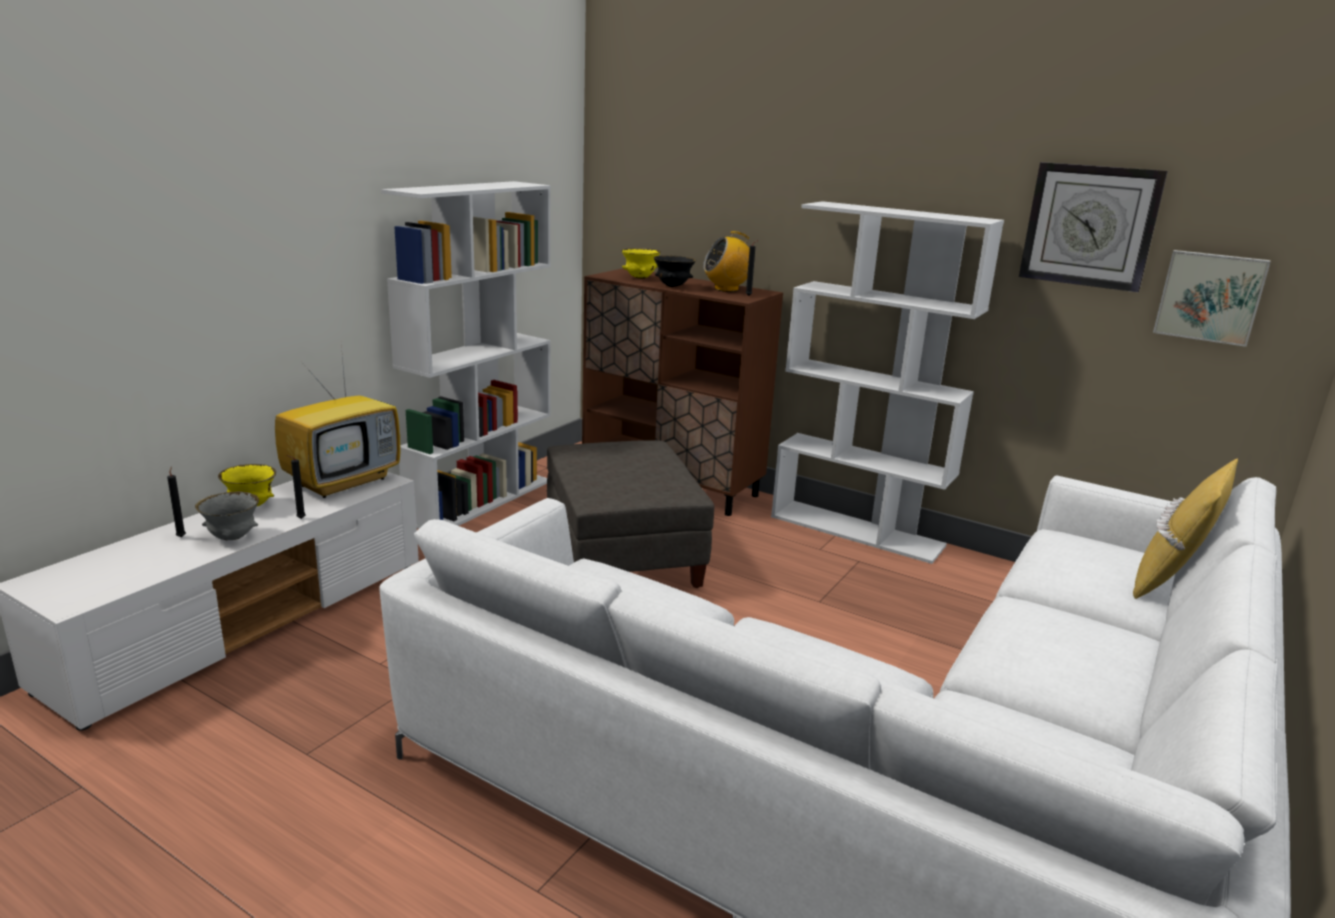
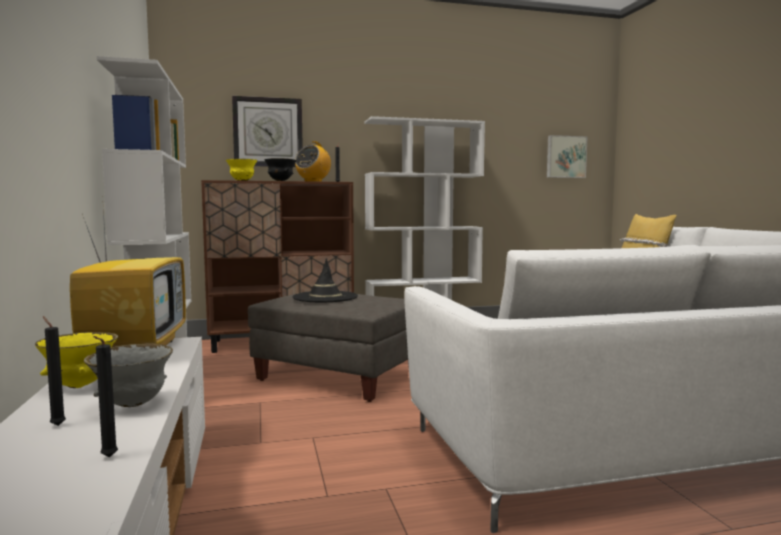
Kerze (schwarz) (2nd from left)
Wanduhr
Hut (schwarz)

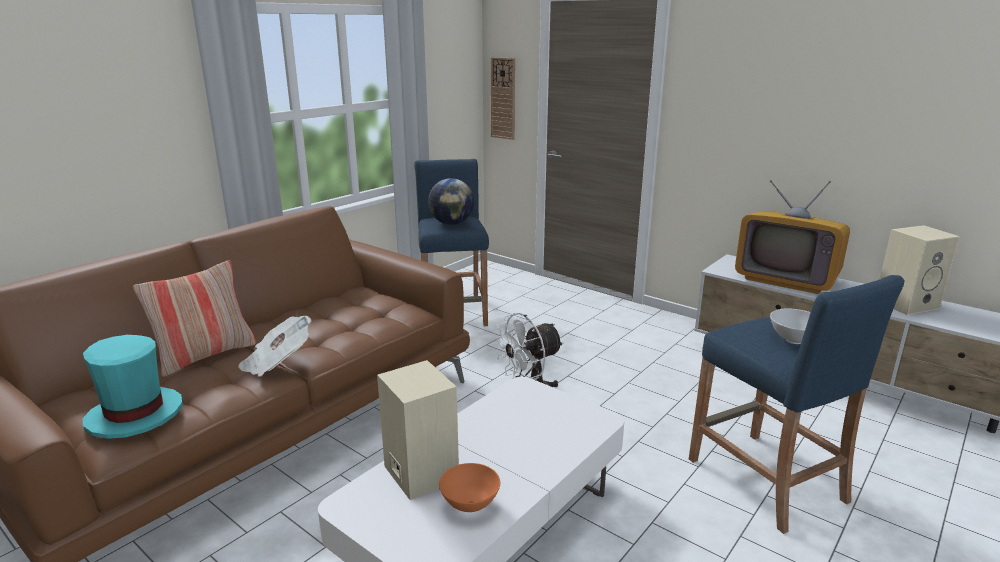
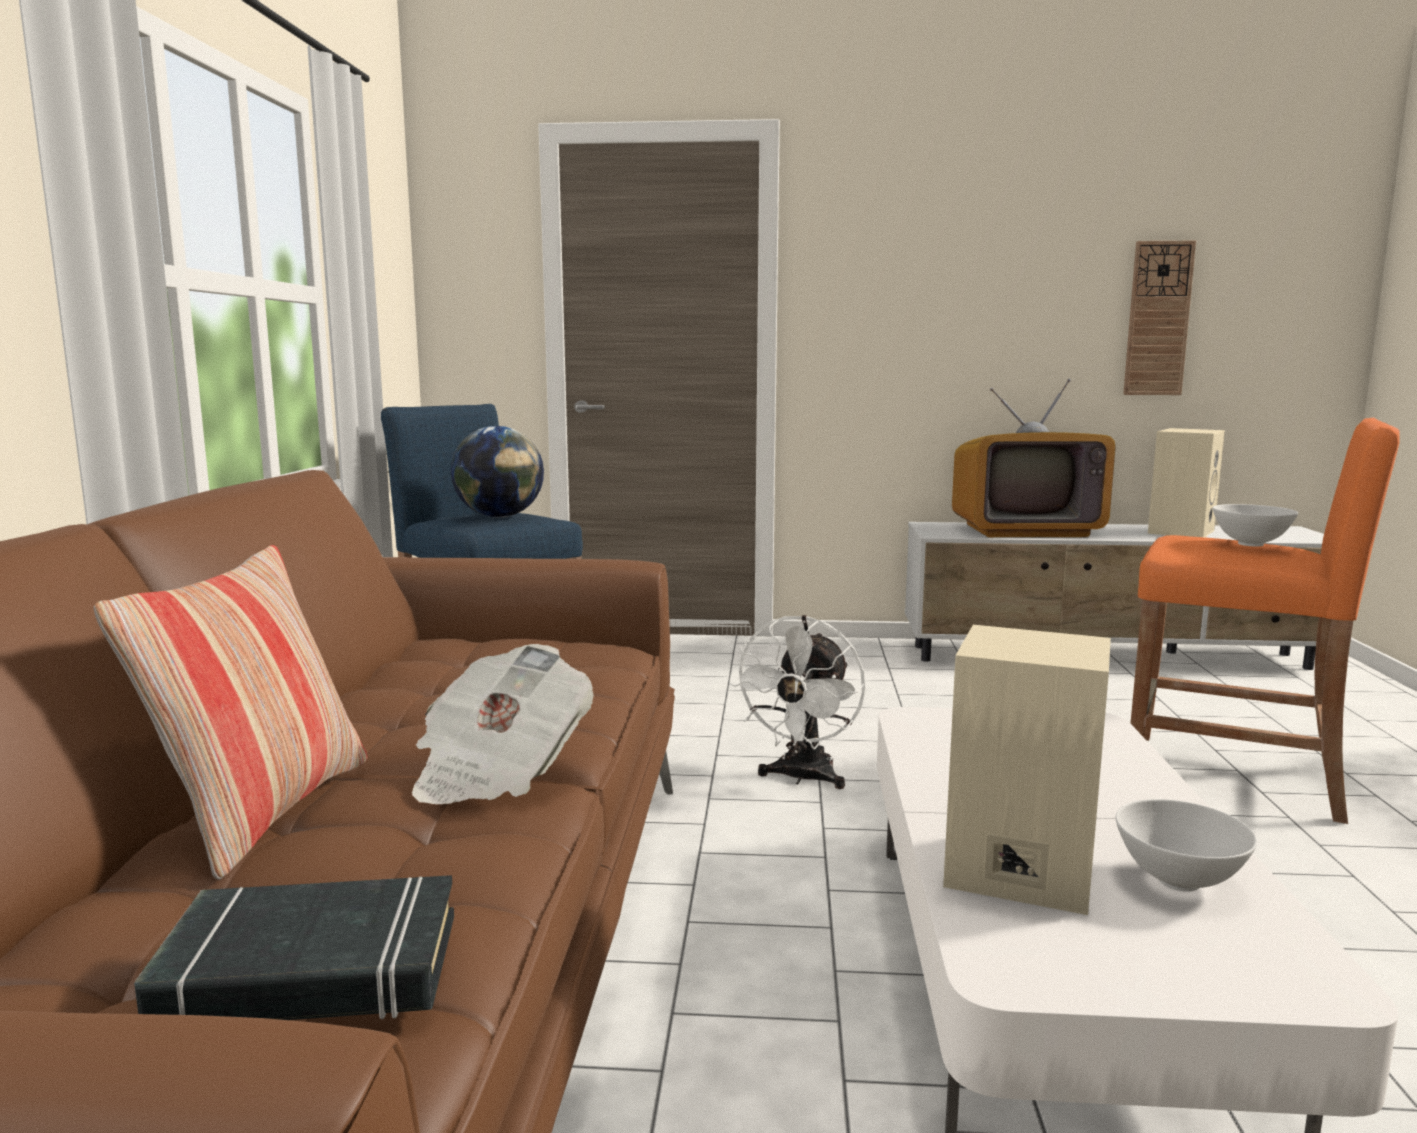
Buch (schwarz)
Schüssel (weiß) (1st from left)
Wanduhr
Hocker (orange)

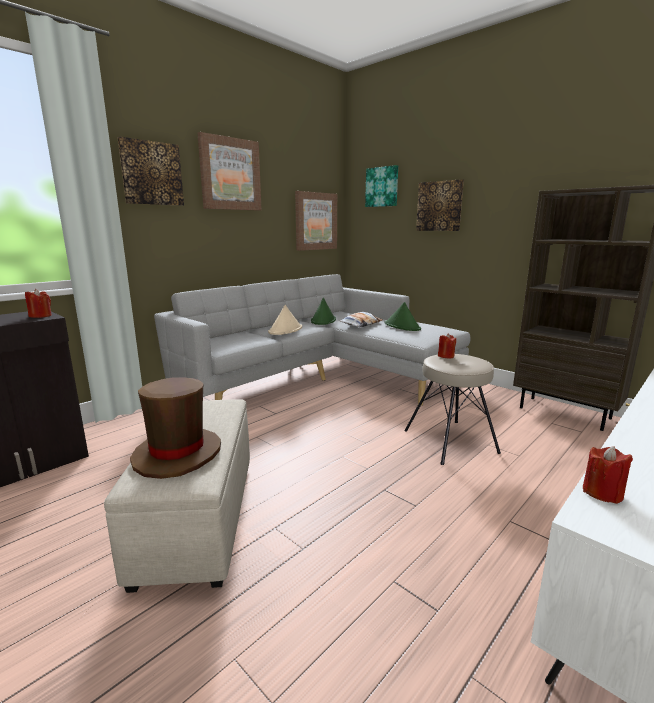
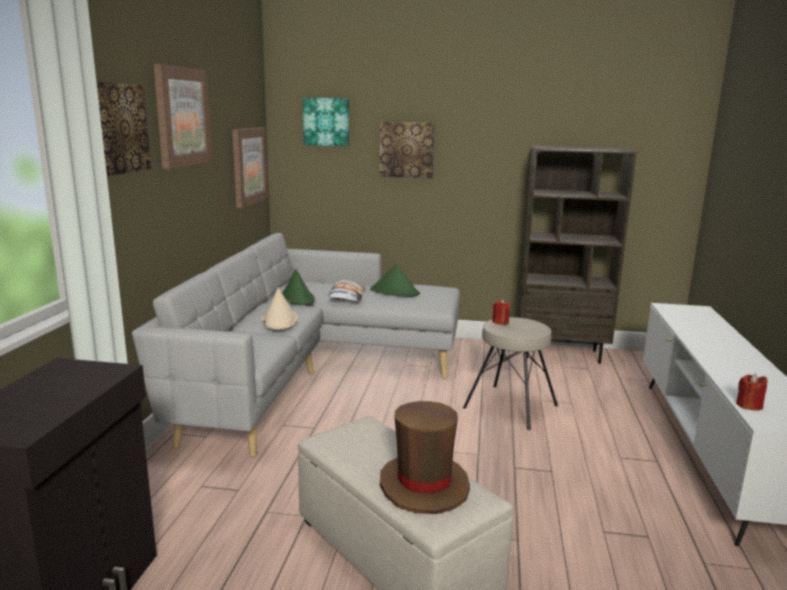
Kerze (rot) (1st from left in the first image)

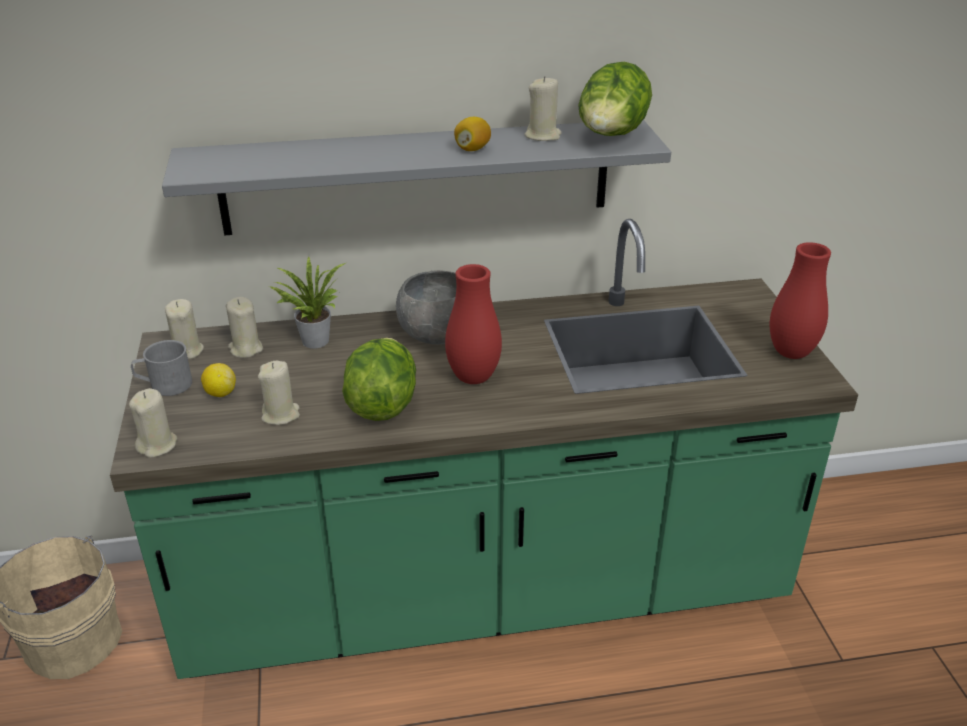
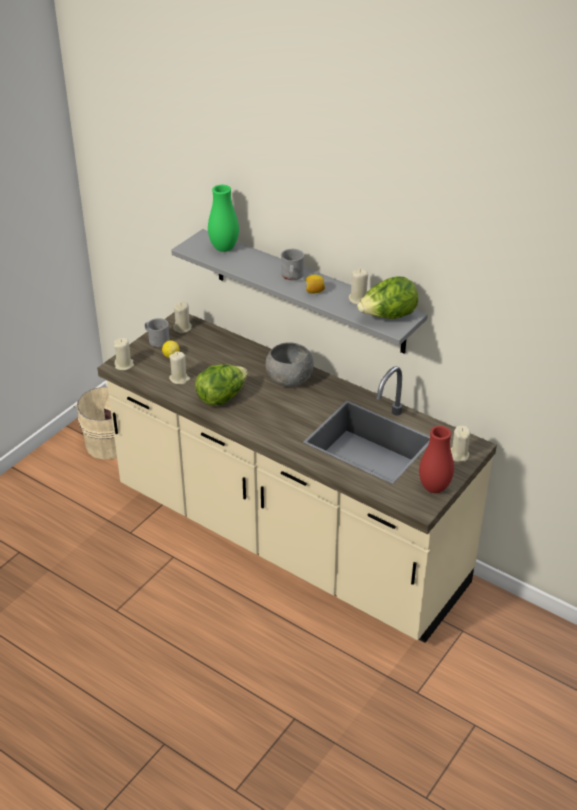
Küchenzeile (beige)
Vase (grün)
Henkelbecher (grau) (2nd from left)
Kerze (beige) (5th from left)
Topfpflanze
Vase (rot) (1st from left in the first image)

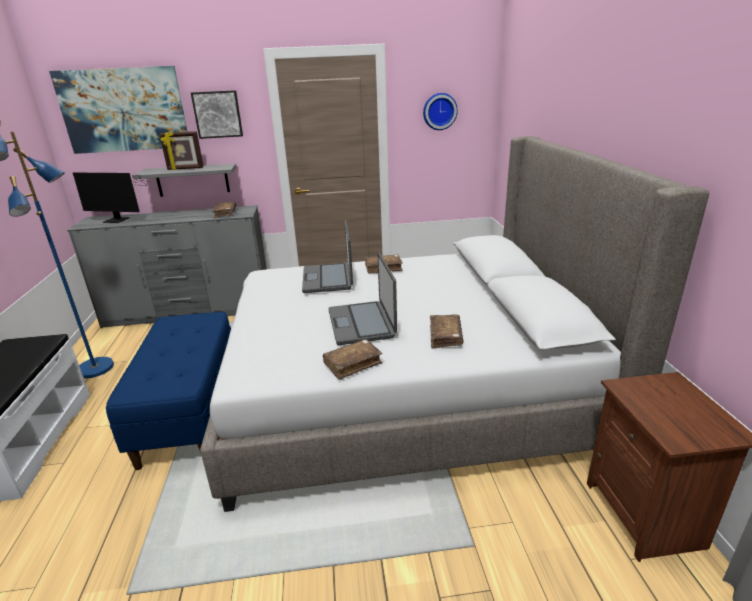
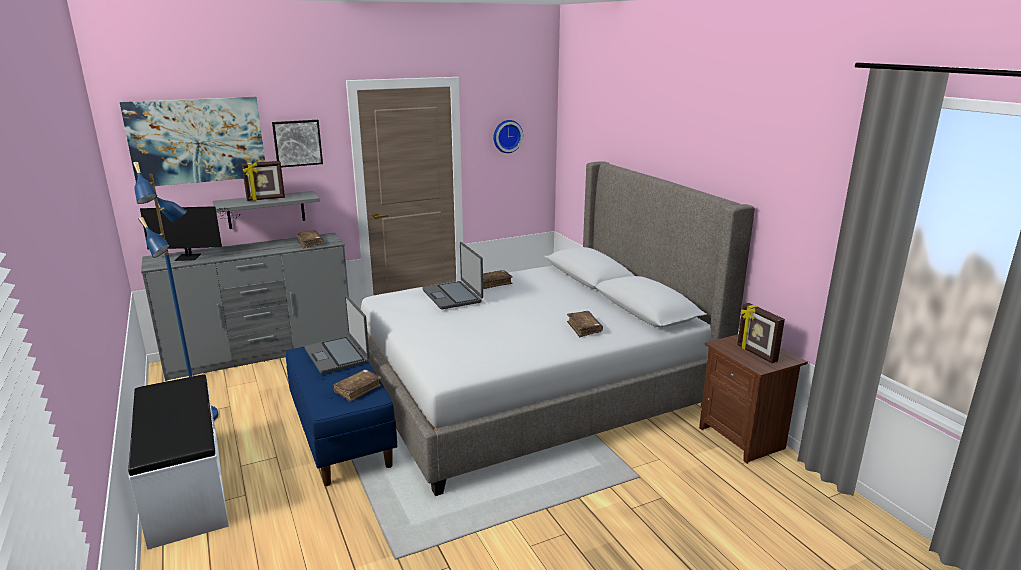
Laptop (1st from left)
Buch (braun) (2nd from left)
Bilderrahmen (2nd from left)

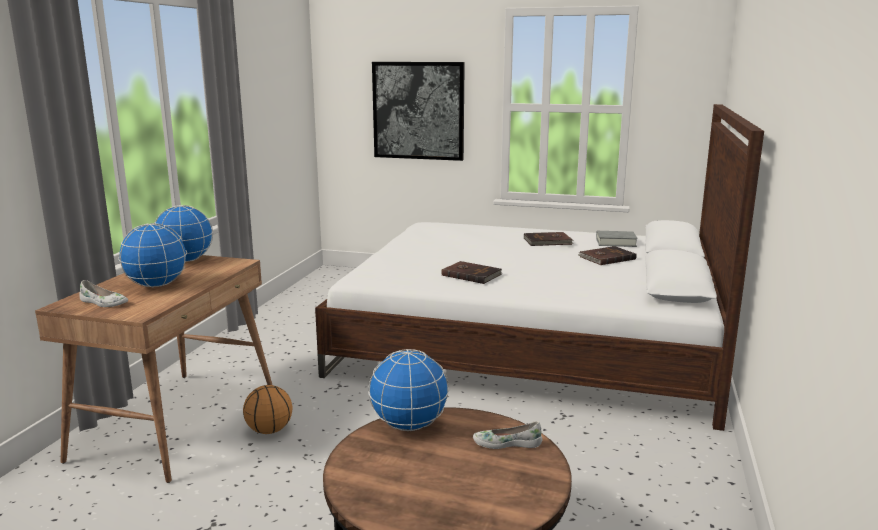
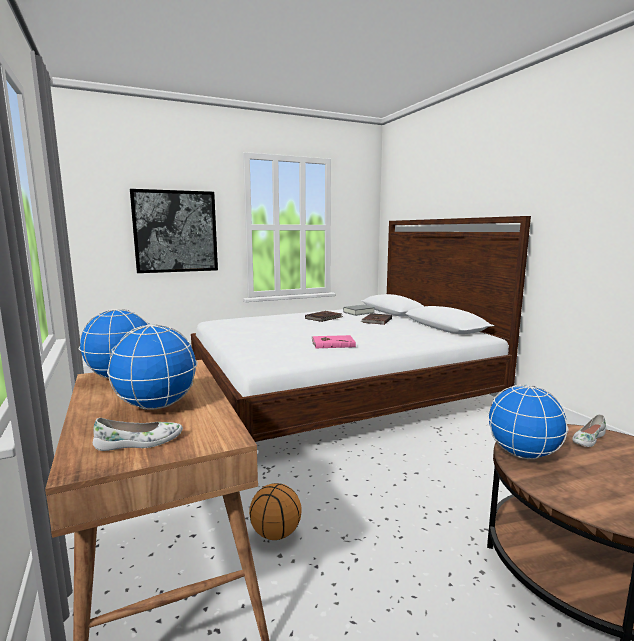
Buch (rosa)

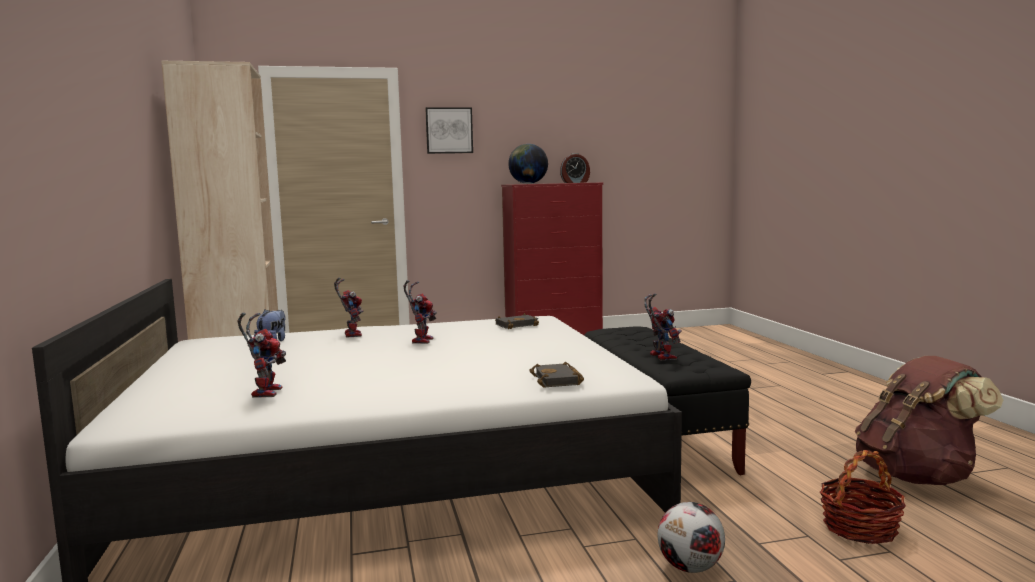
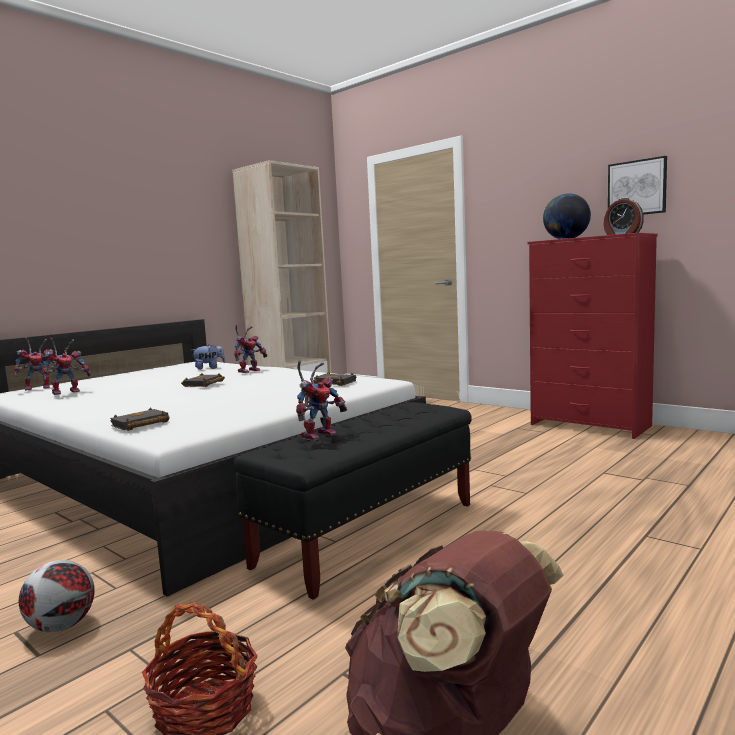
Spielzeugroboter (1st from left)
Buch (schwarz) (2nd from left)
Bild

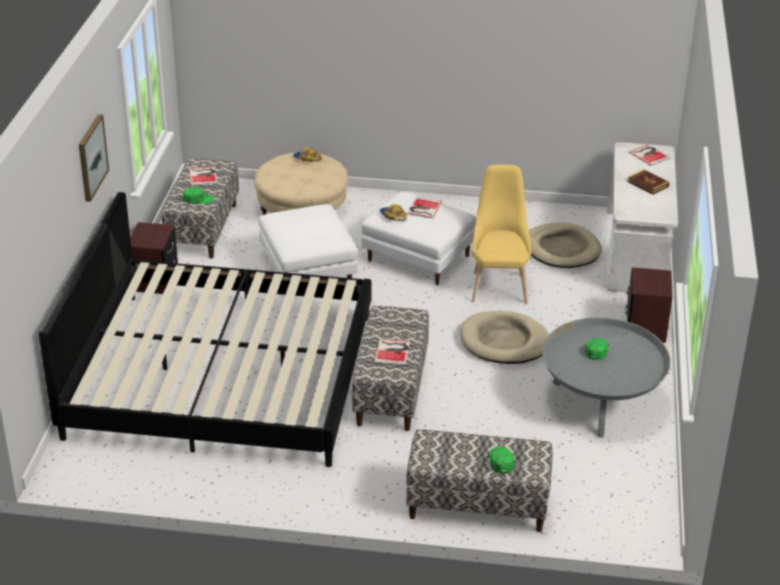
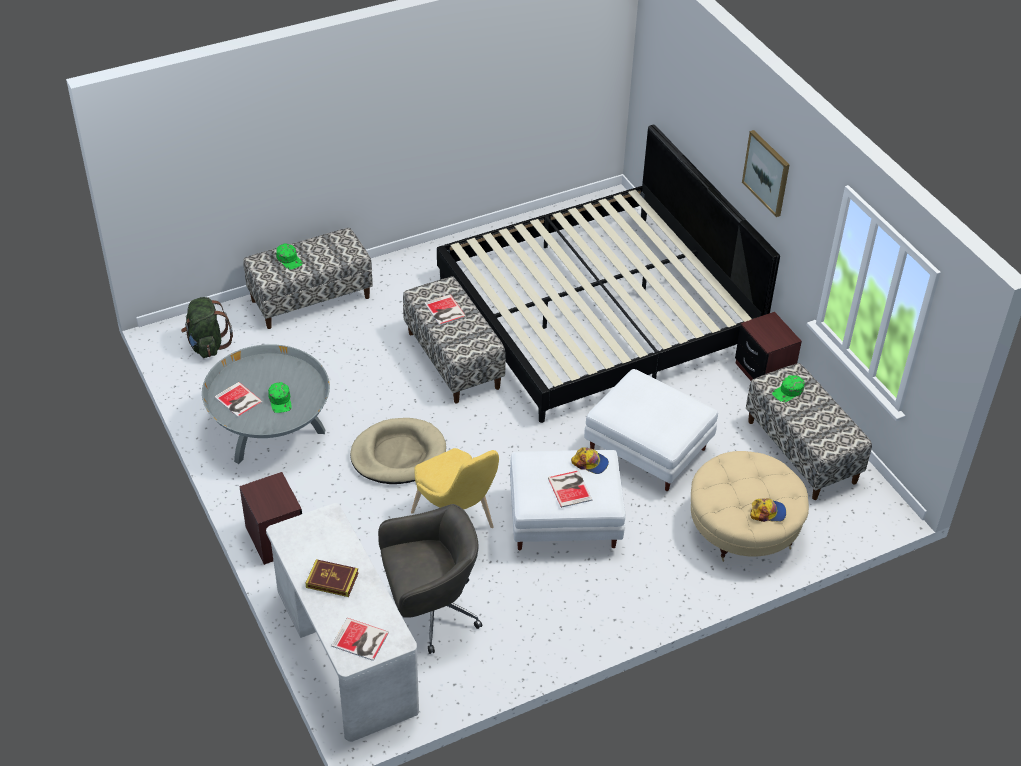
Rucksack (grün)
Buch (1st from left)
Bürostuhl (grau)

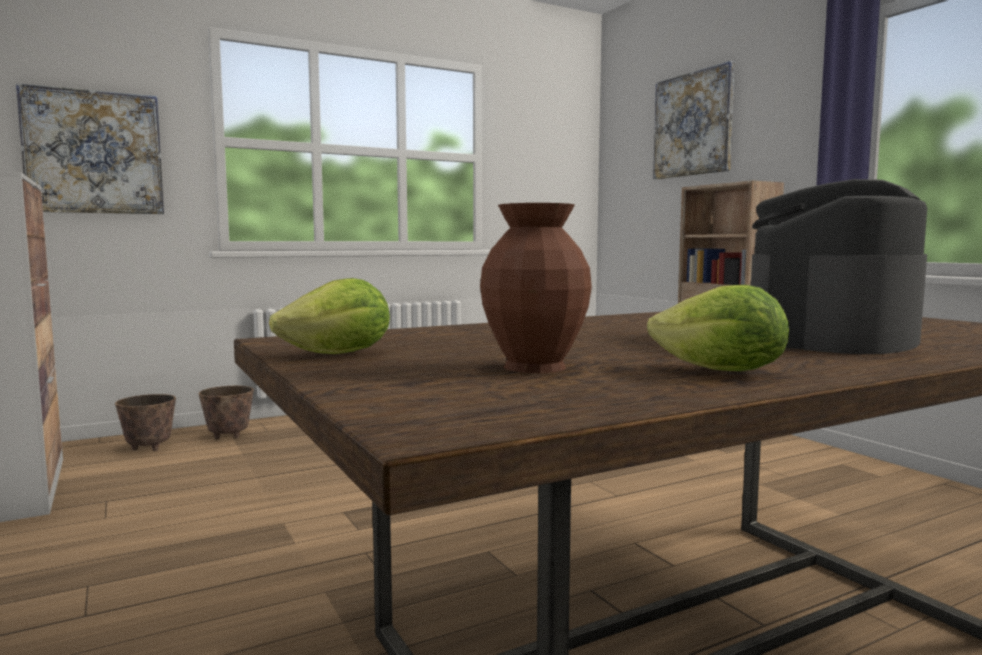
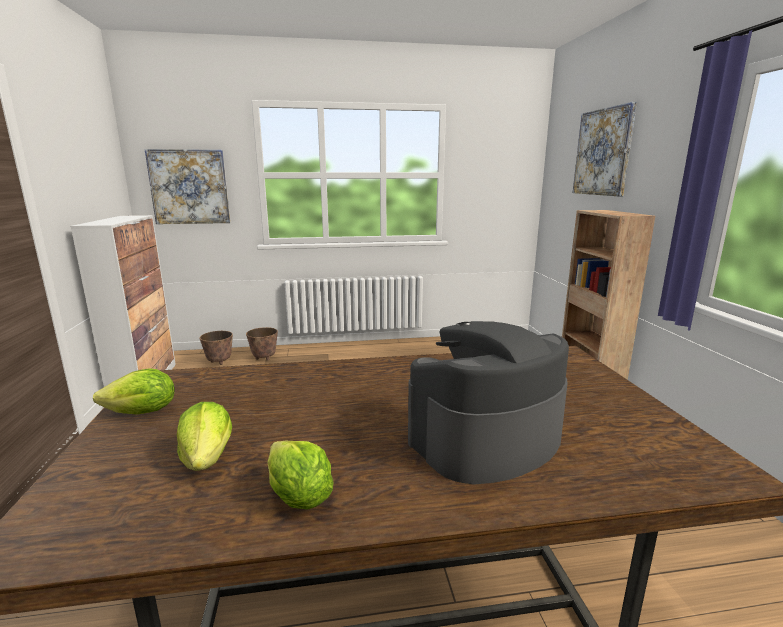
Salatkopf (2nd from left)

